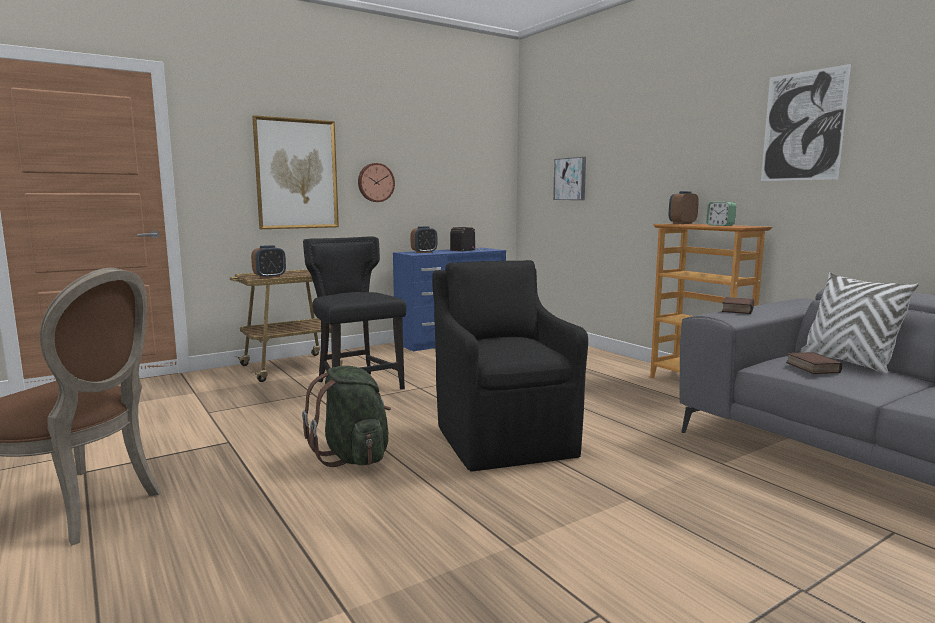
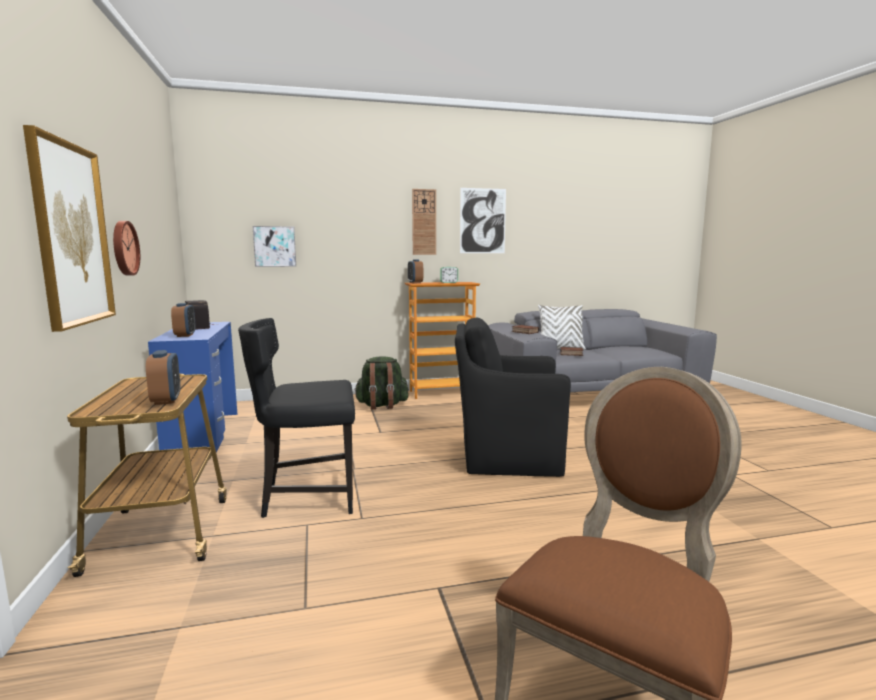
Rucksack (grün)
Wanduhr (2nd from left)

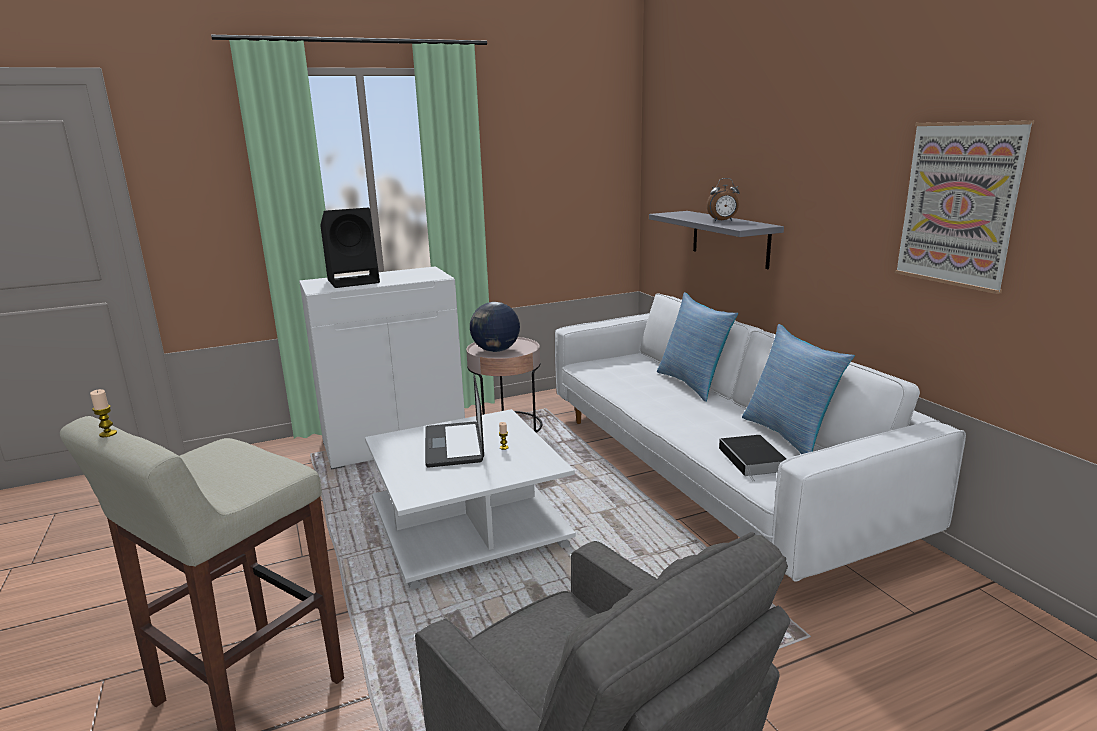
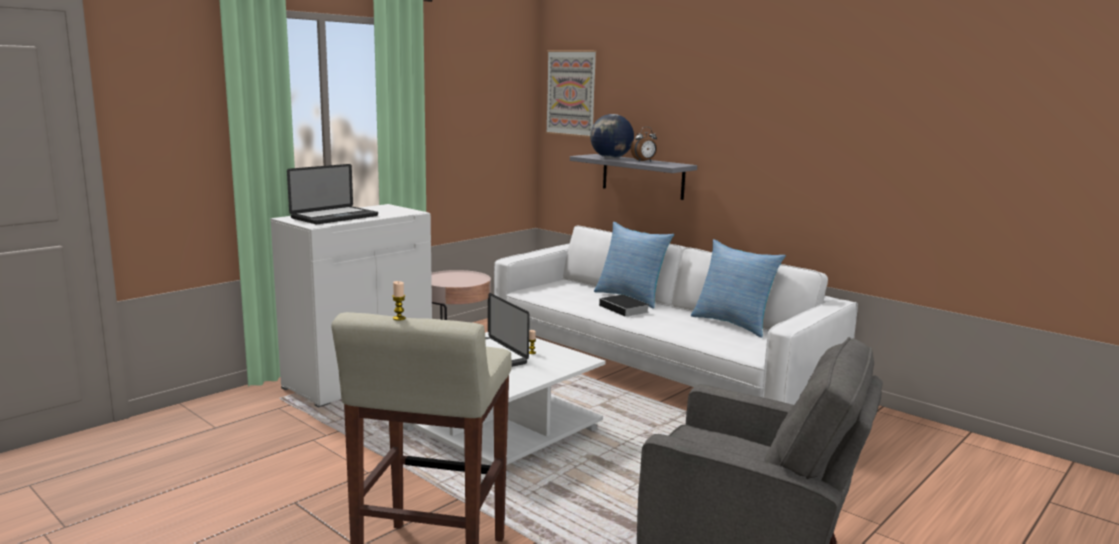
Laptop (1st from left)
Bild
Globus
Buch

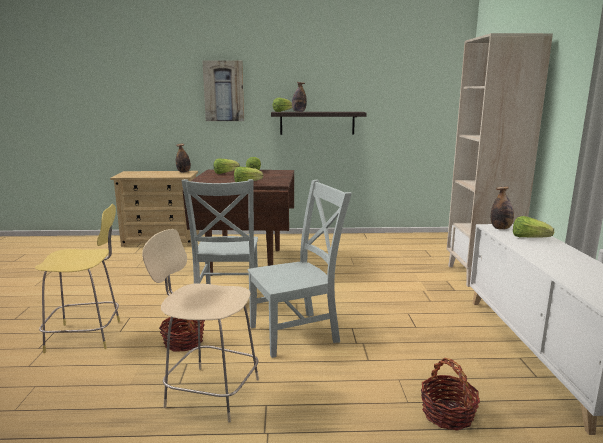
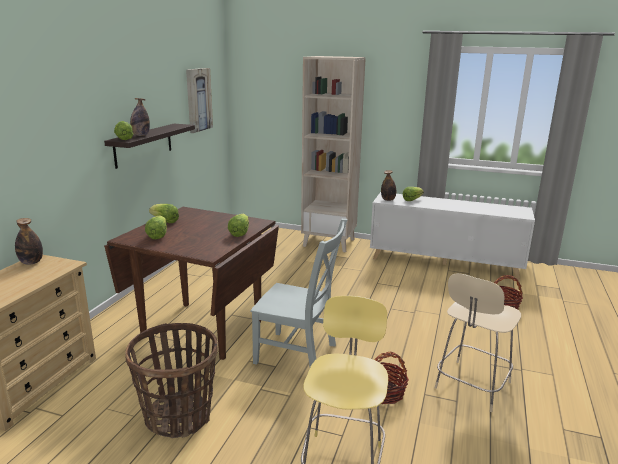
Korb (1st from left)
Bild
Stuhl (grau) (2nd from left in the first image)

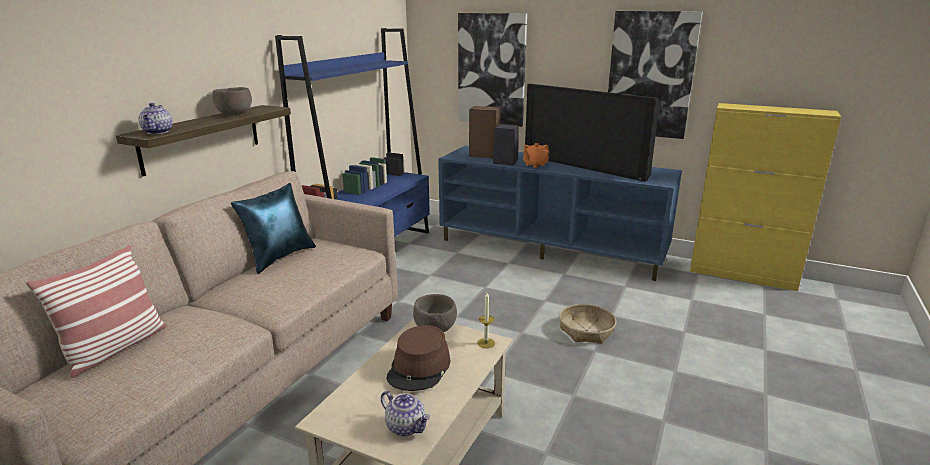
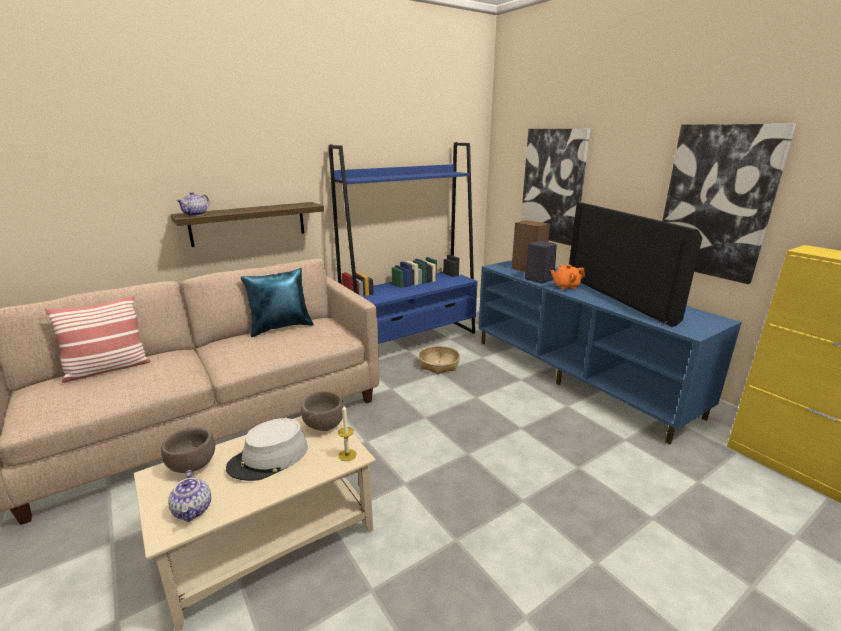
Schüssel (braun) (1st from left)
Hut (grau)
Korb

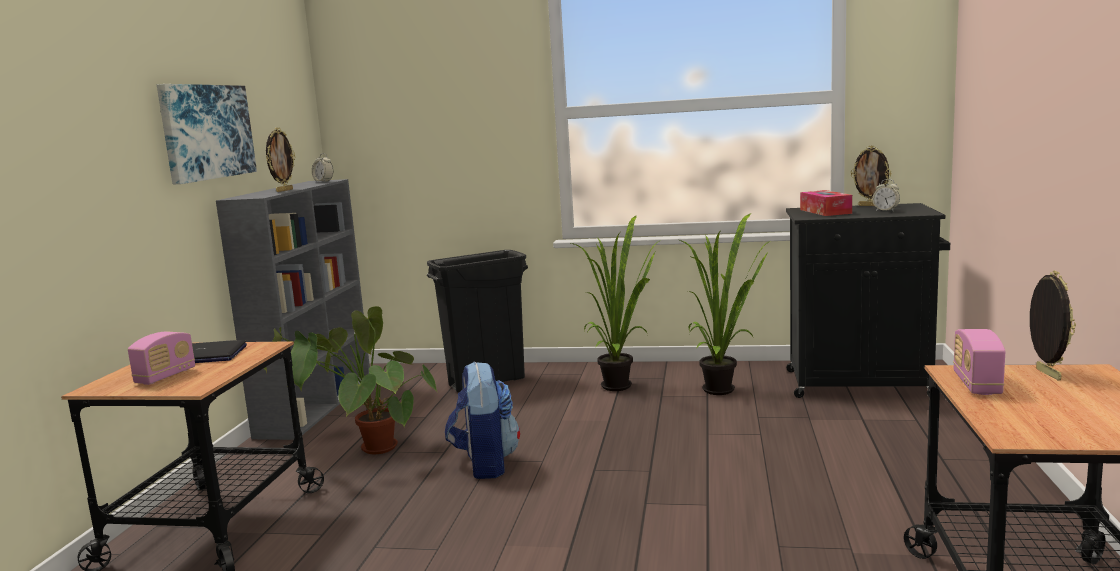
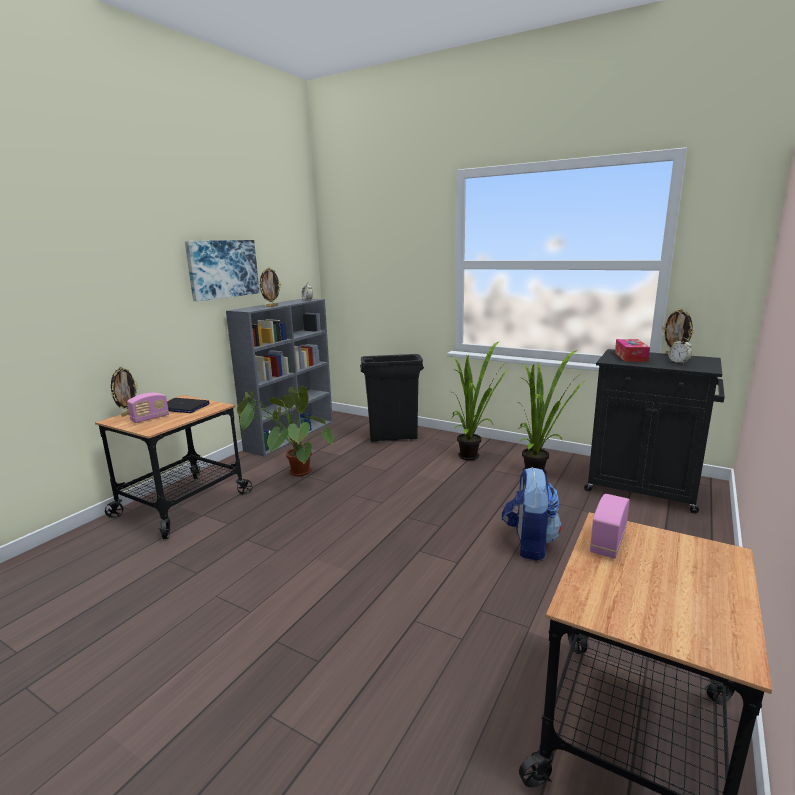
Bilderrahmen (1st from left)
Rucksack

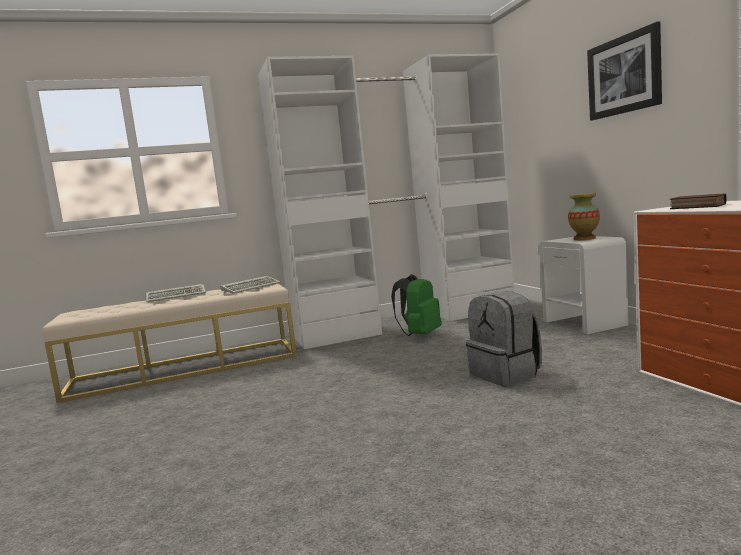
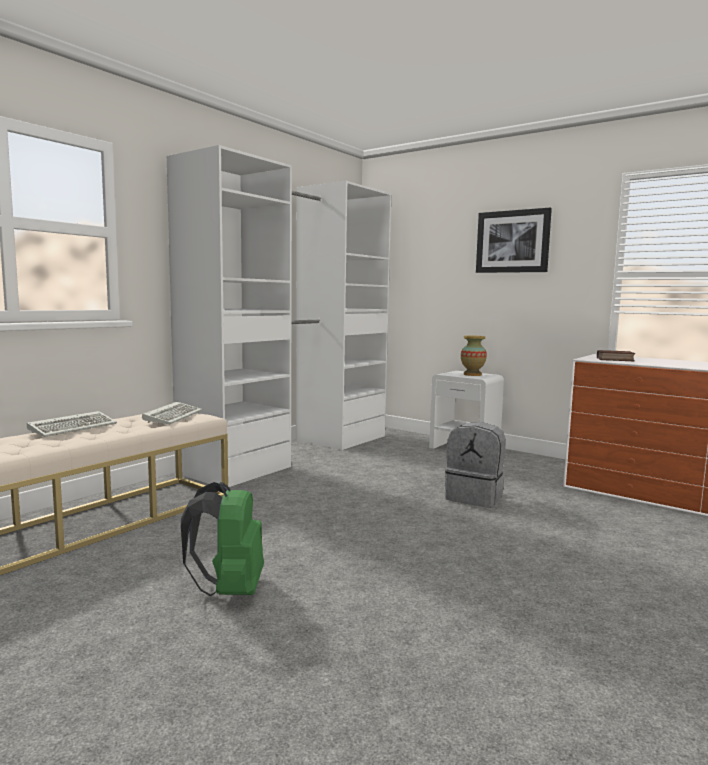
Rucksack (grün)

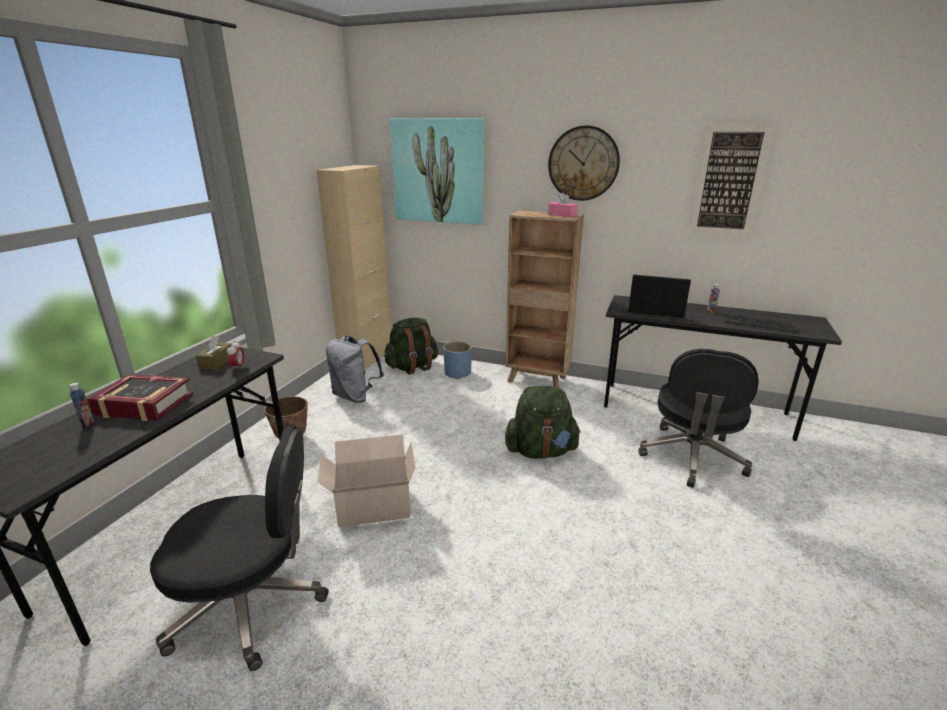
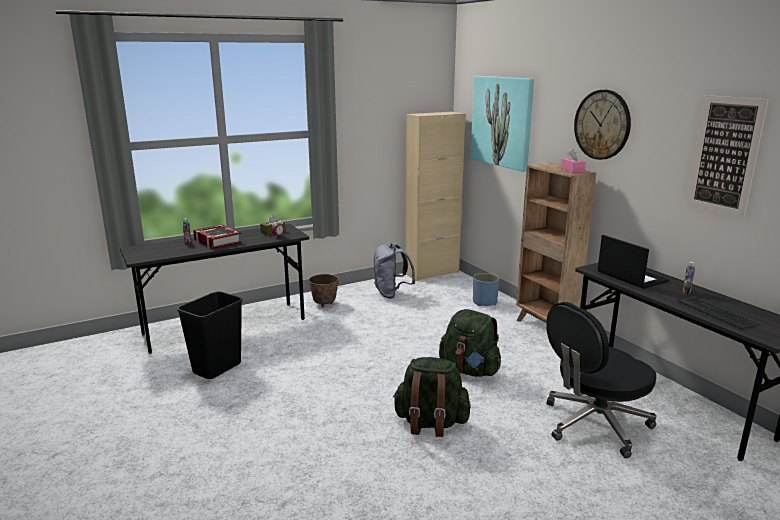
Mülleimer (schwarz)
Rucksack (grün) (1st from left)
Karton

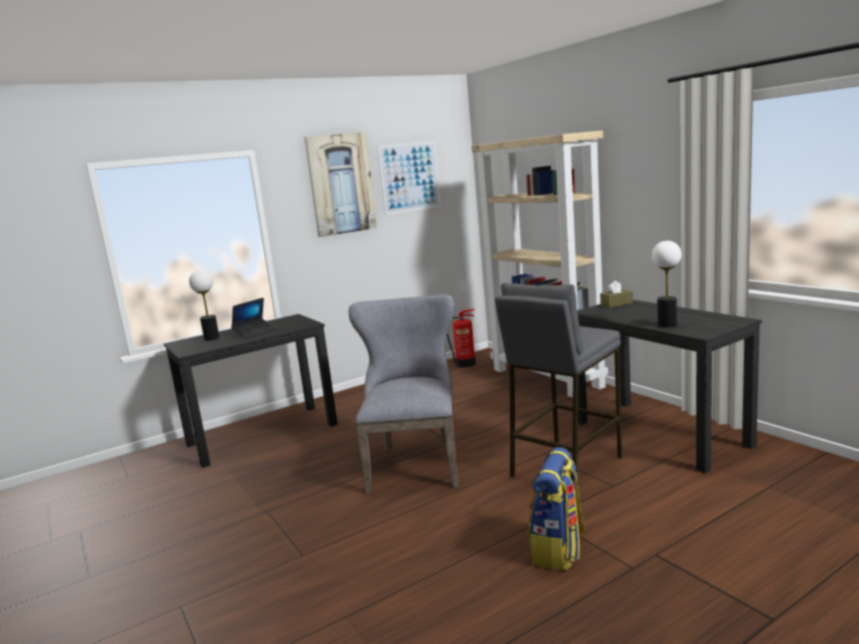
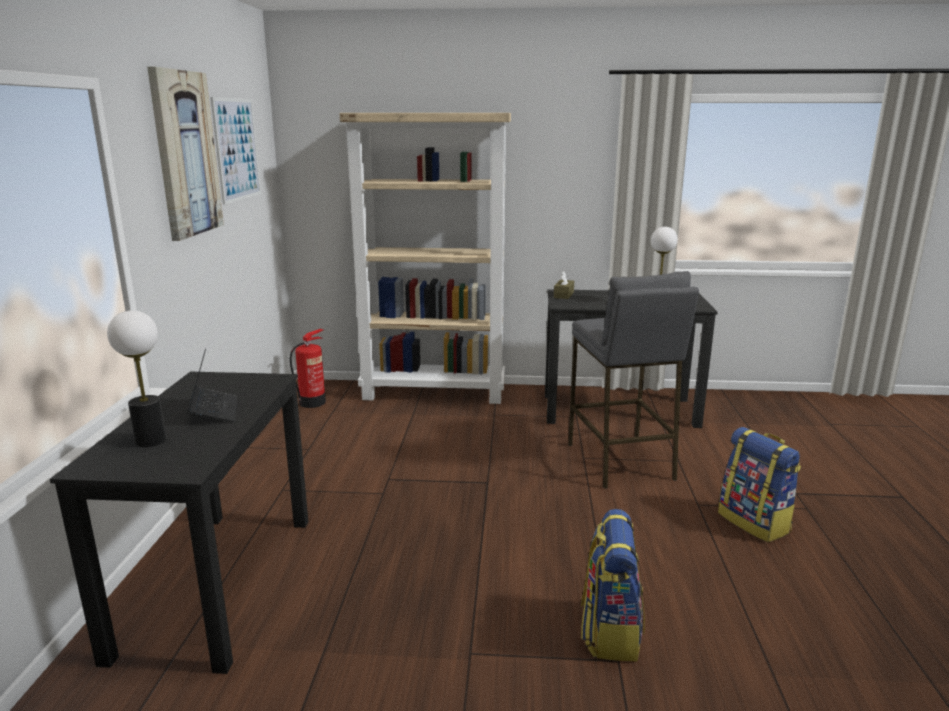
Rucksack (1st from left)
Stuhl (grau)

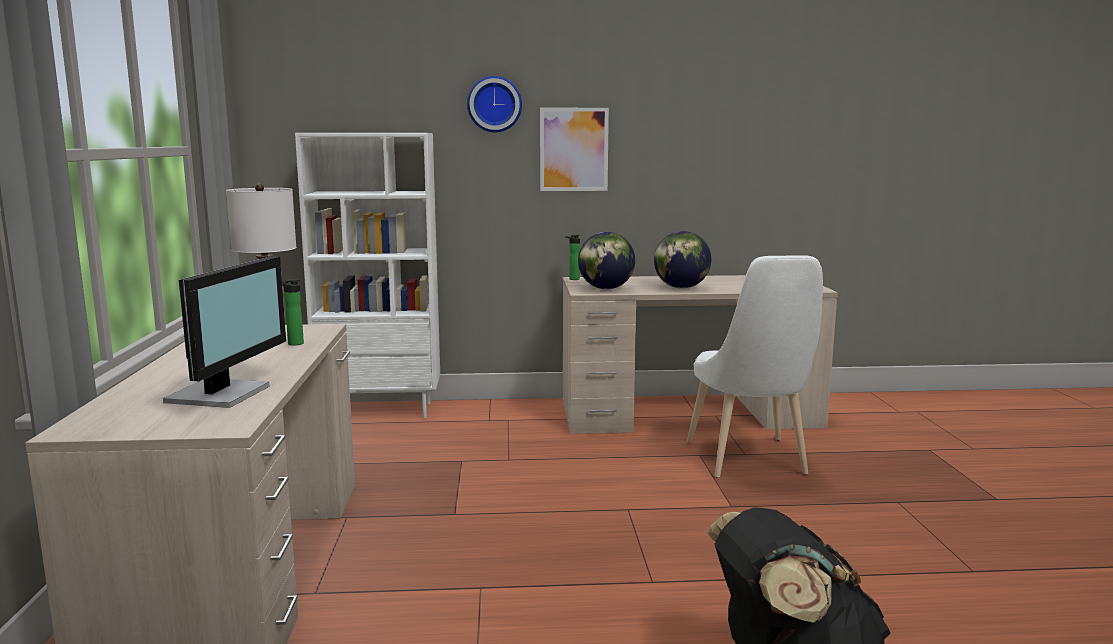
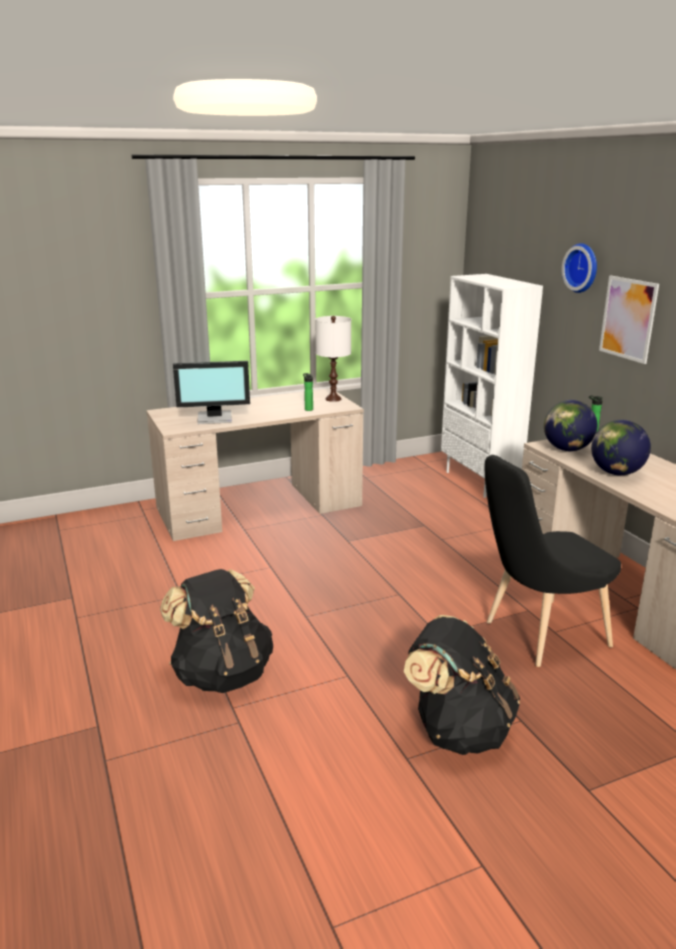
Rucksack (schwarz) (2nd from left)
Stuhl (schwarz)

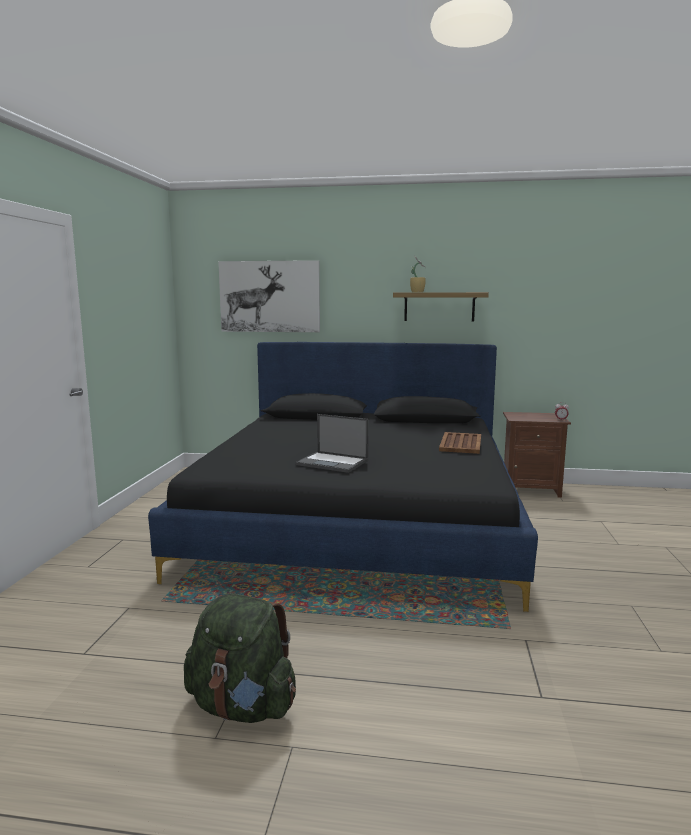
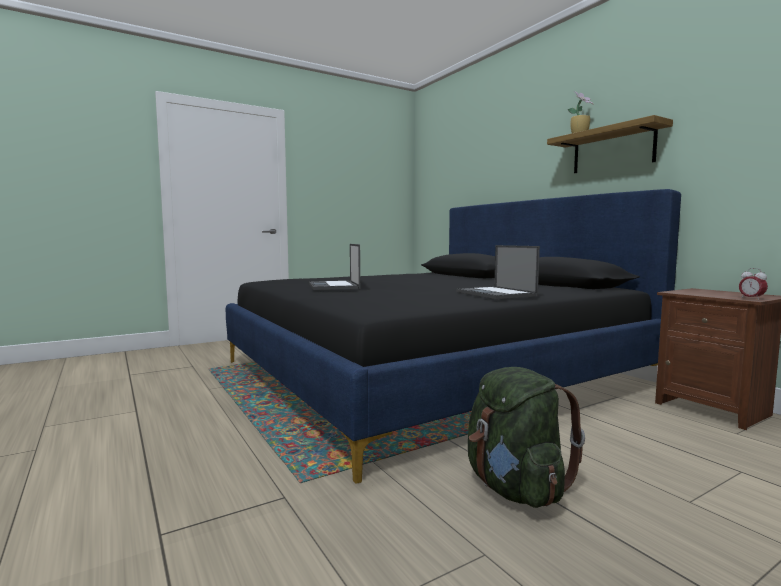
Laptop (2nd from left)
Rucksack (grün)
Bild

